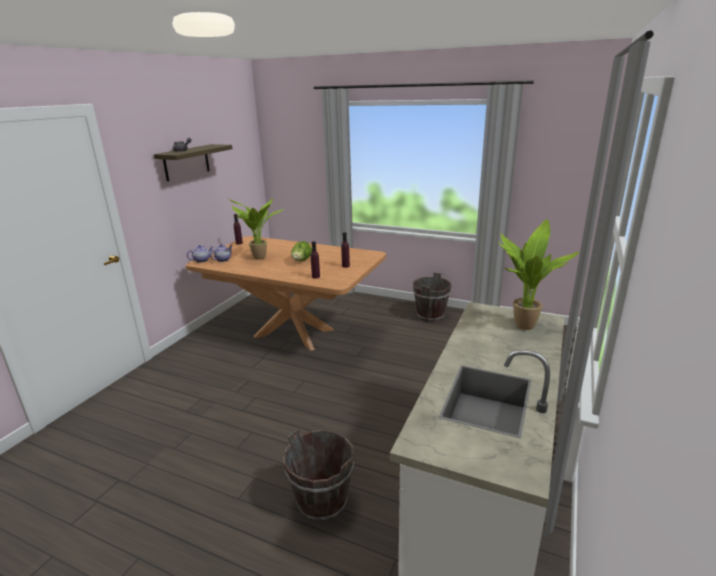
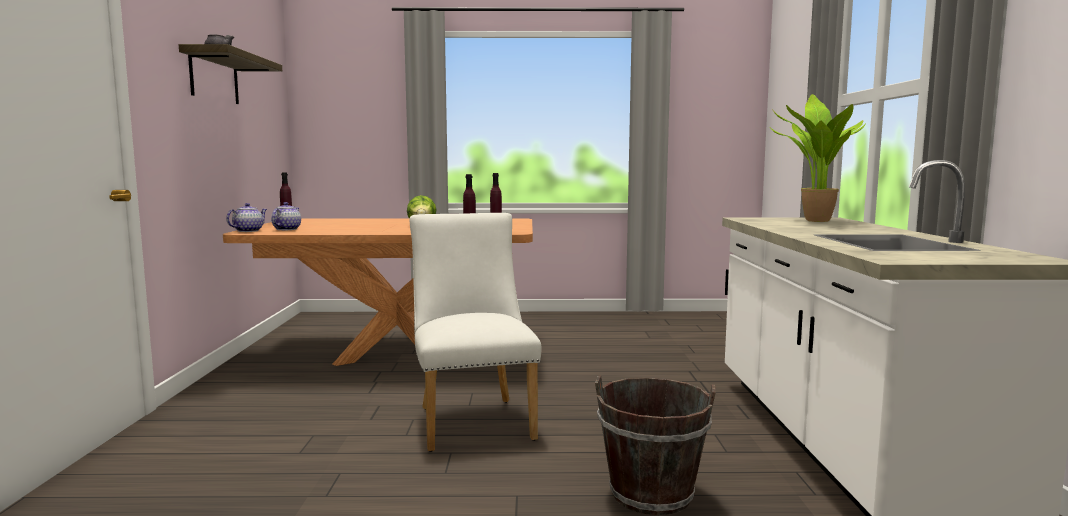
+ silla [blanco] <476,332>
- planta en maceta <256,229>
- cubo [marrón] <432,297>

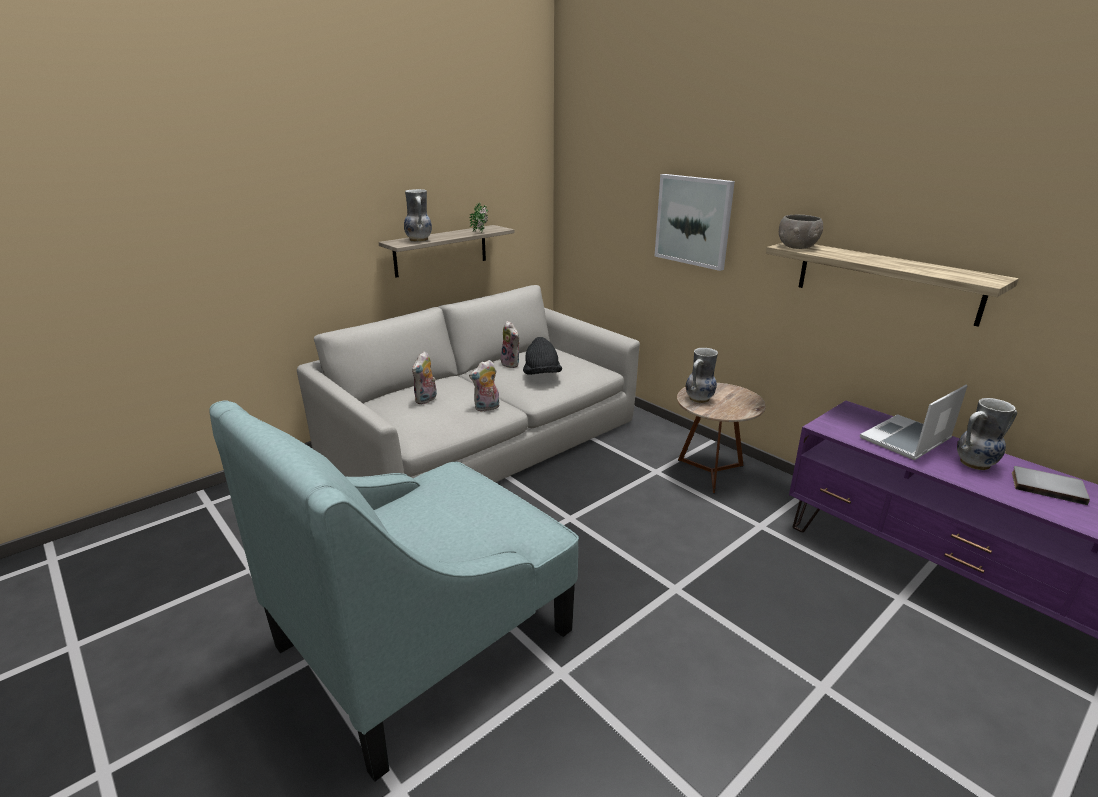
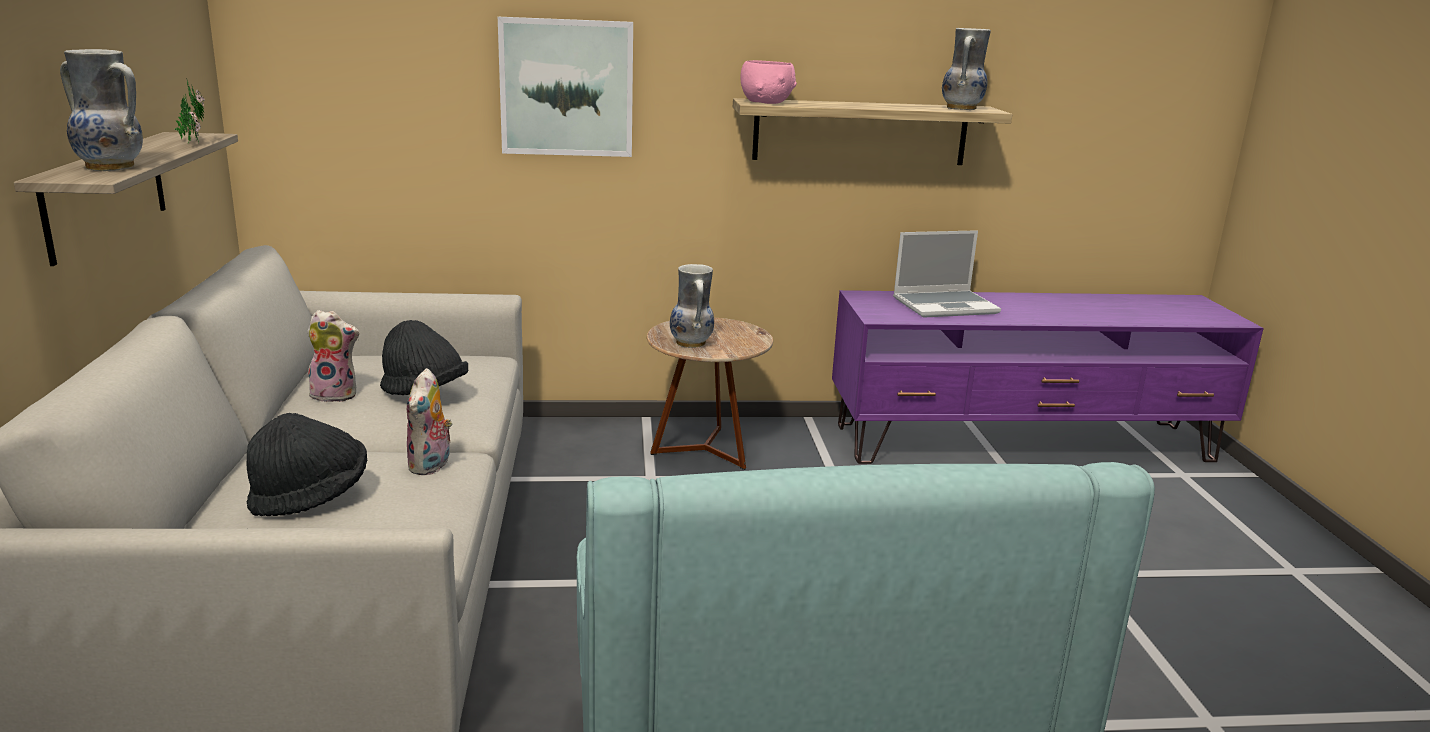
~ peluche <424,378> to sombrero [negro] <307,464>
~ cuenco [gris] <801,232> to cuenco [rosa] <769,82>
~ portátil <914,422> = <947,274> 105 degrees counterclockwise
~ florero <987,434> to <966,69>
- libro [gris] <1051,485>

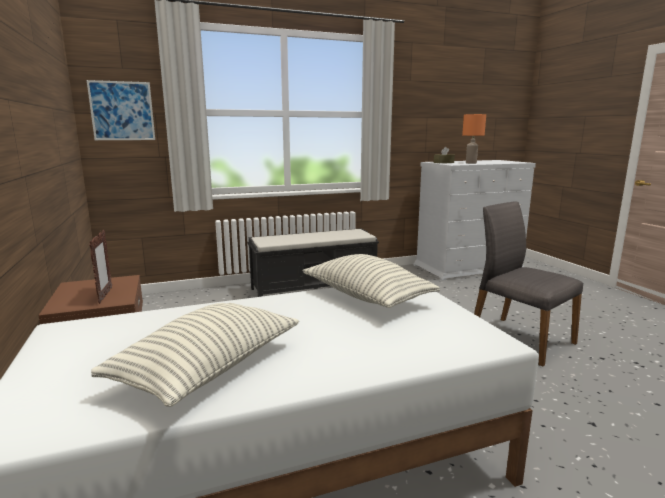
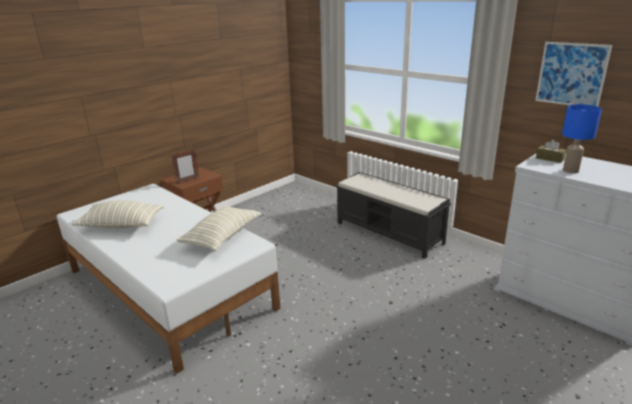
~ cuadro <121,110> to <573,74>
~ lámpara de mesa [naranja] <474,139> to lámpara de mesa [azul] <582,138>
- silla [gris] <528,283>

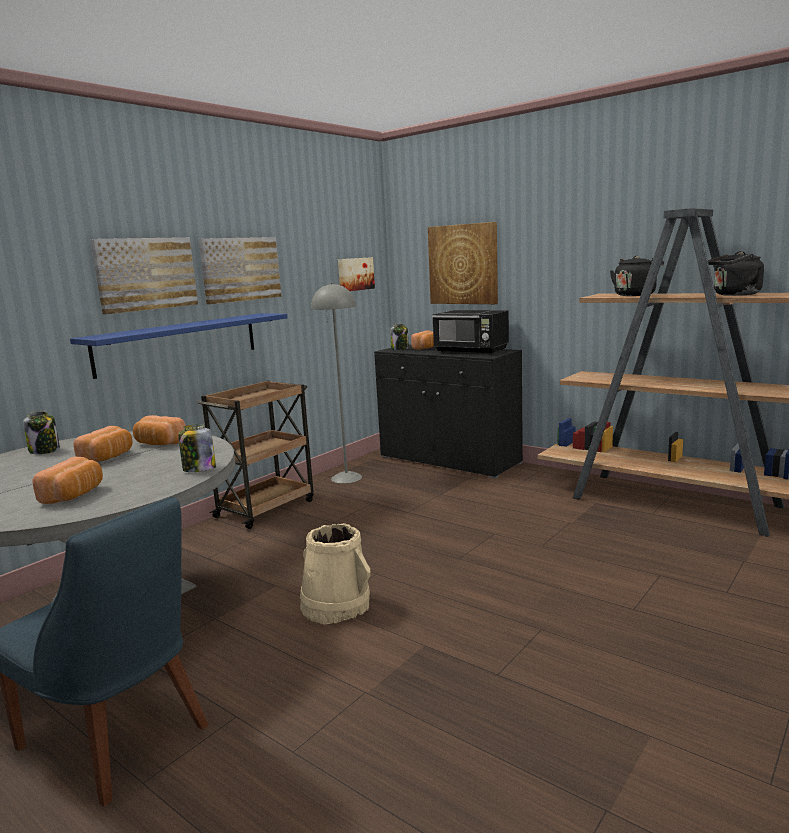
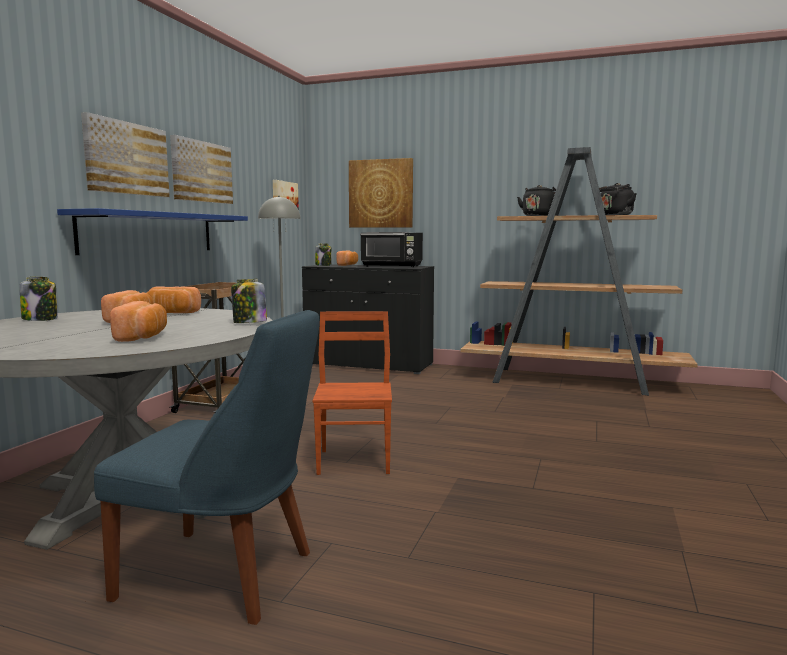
~ cubo [beis] <335,573> to silla [marrón] <352,393>

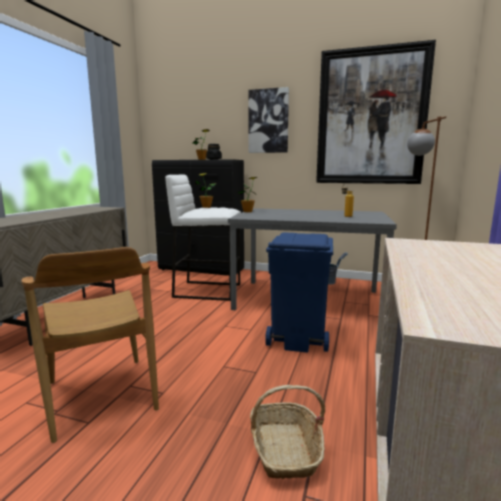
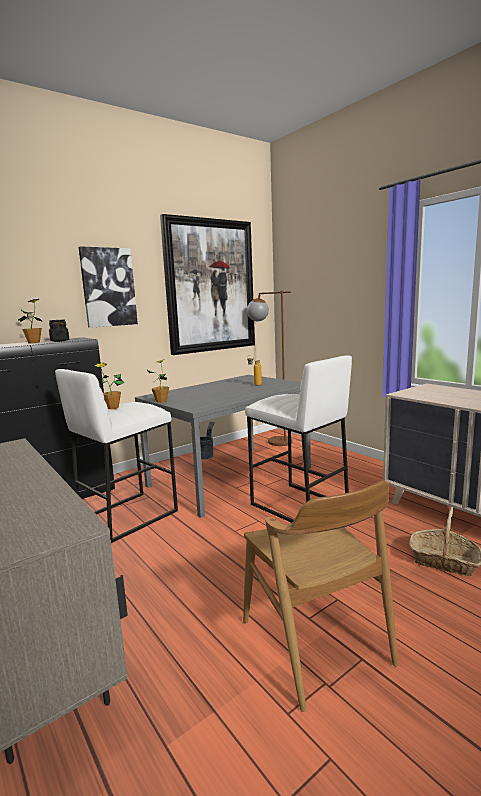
~ silla [marrón] <90,345> = <320,596> 60 degrees clockwise
~ papelera [azul] <299,292> to taburete [blanco] <298,439>

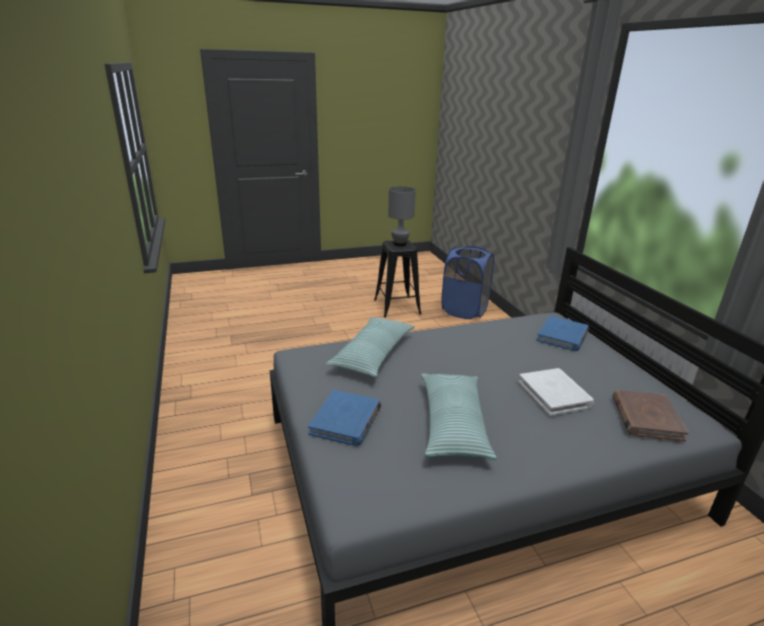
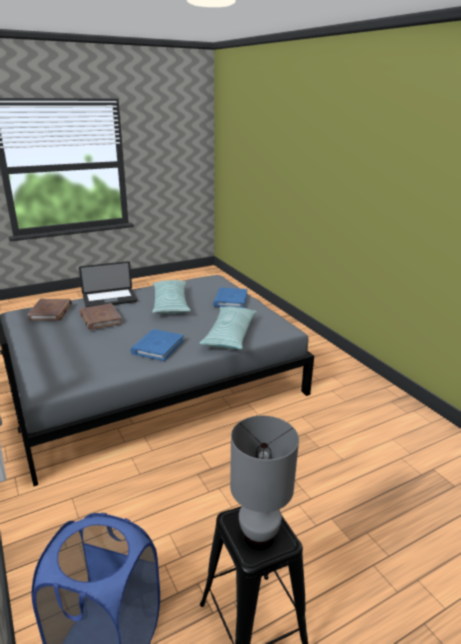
+ portátil <108,284>
~ libro [blanco] <556,392> to libro [marrón] <101,316>
~ libro [azul] <563,333> to <157,345>

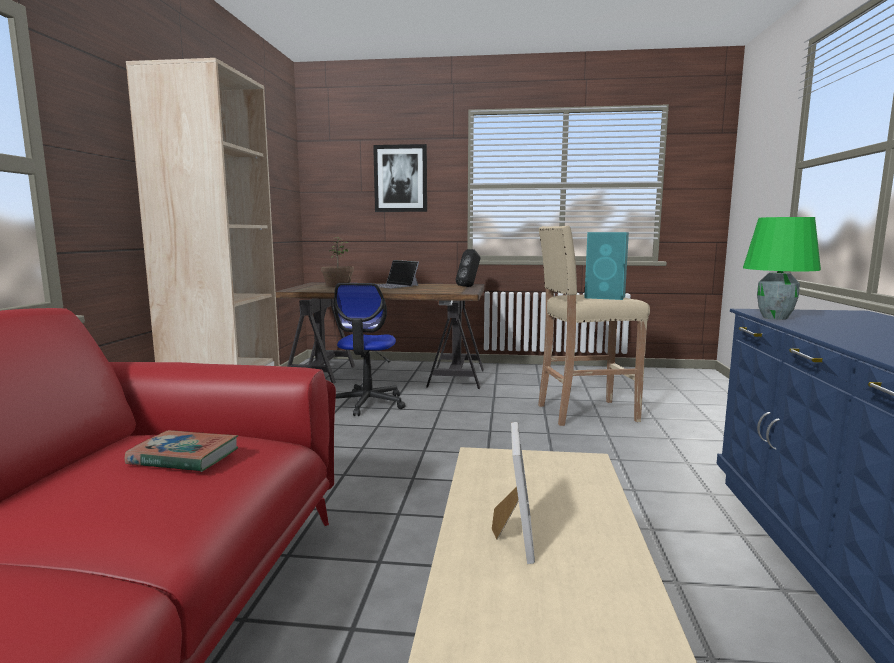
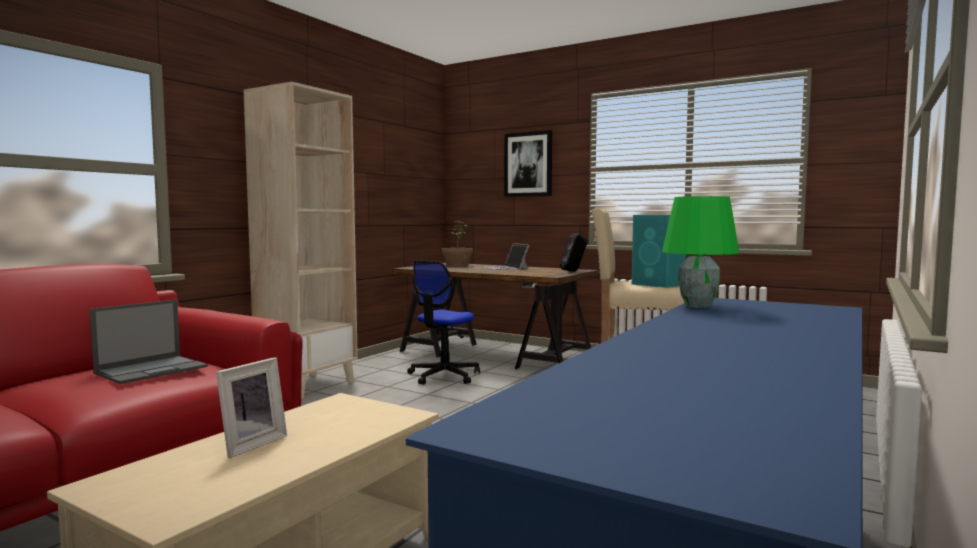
~ libro <181,451> to portátil <149,342>

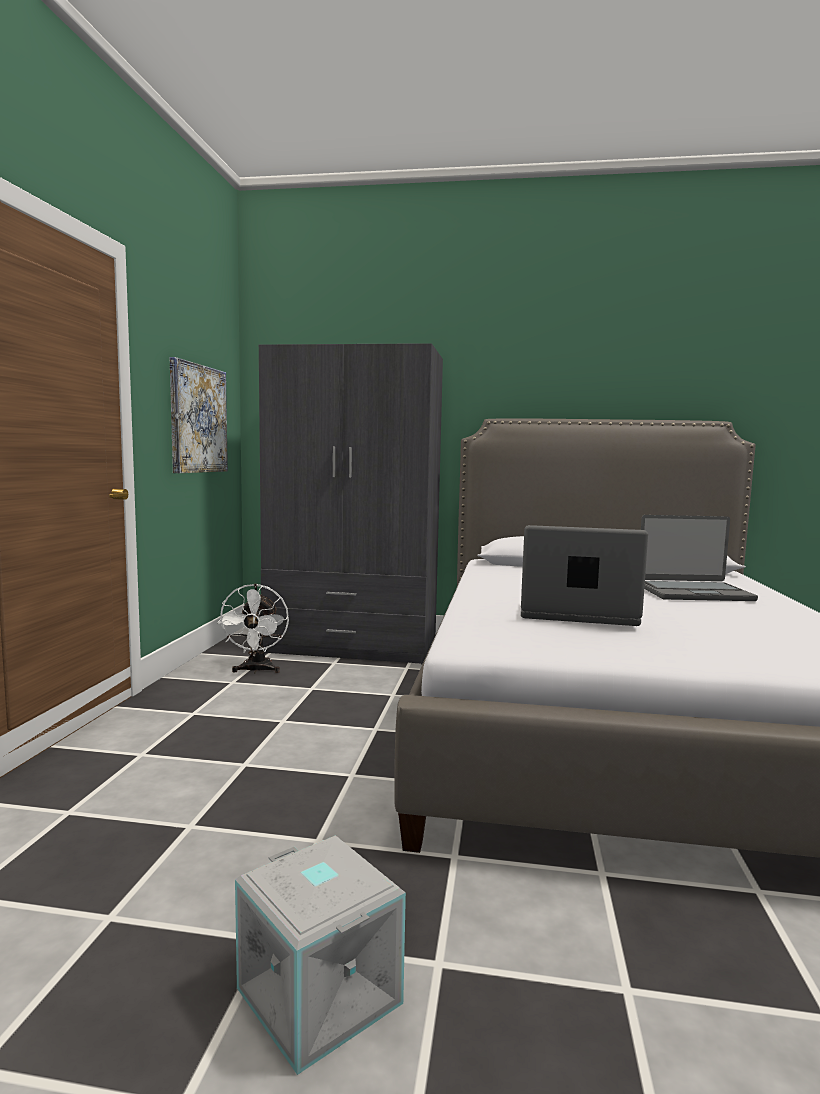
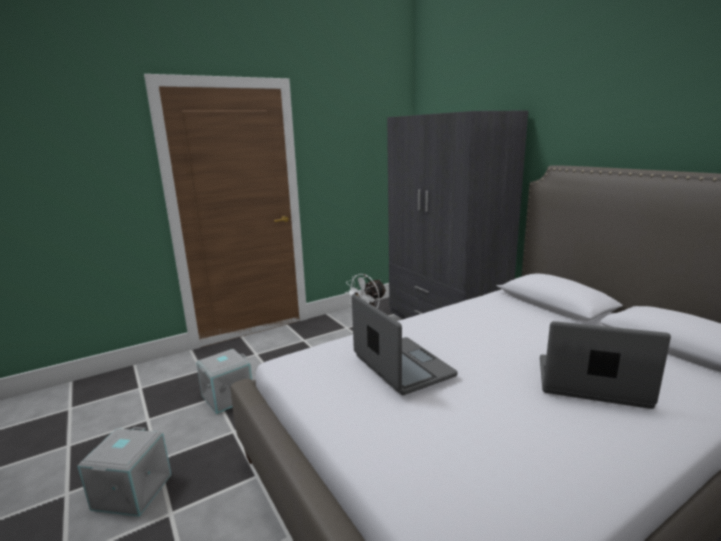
+ caja de almacenaje [gris] <224,381>
~ portátil <699,558> = <605,365> 150 degrees clockwise
- cuadro <199,415>

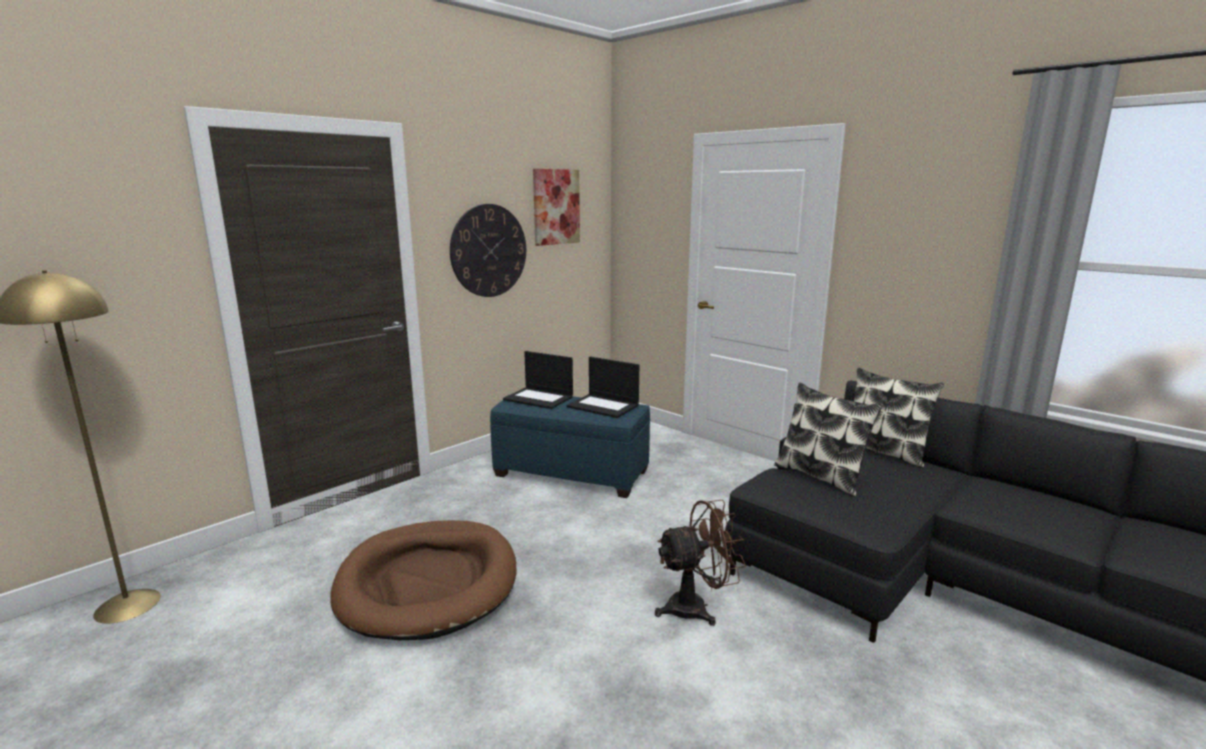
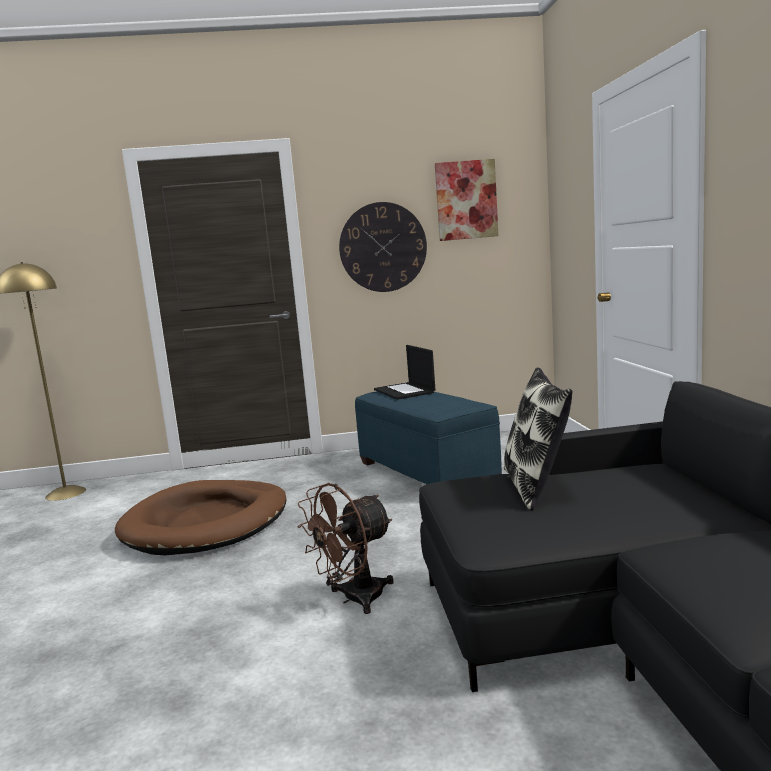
~ ventilador [marrón] <700,563> = <345,548> 120 degrees clockwise
- portátil <602,387>
- cojín <899,418>

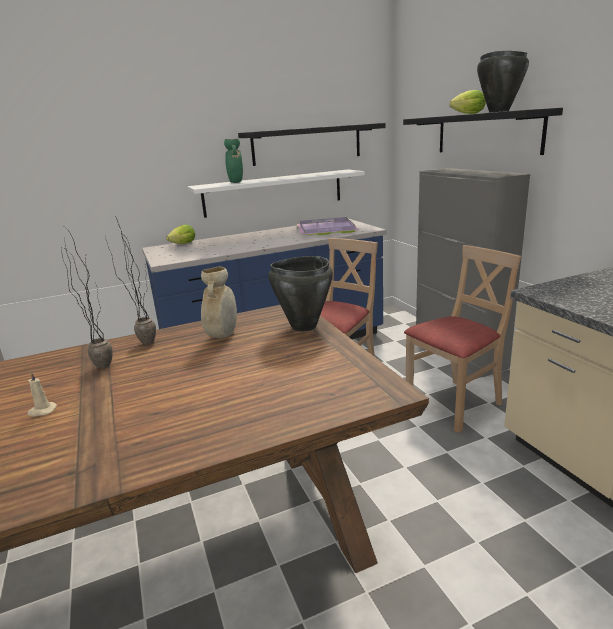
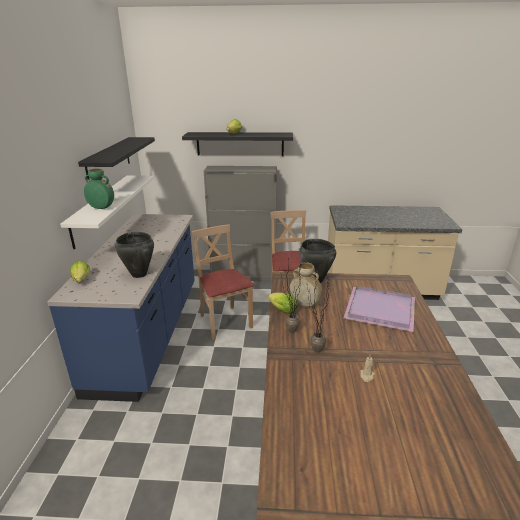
~ olla [negro] <503,81> to <134,255>
+ lechuga <283,303>
~ bandeja [morado] <328,226> to <379,309>

